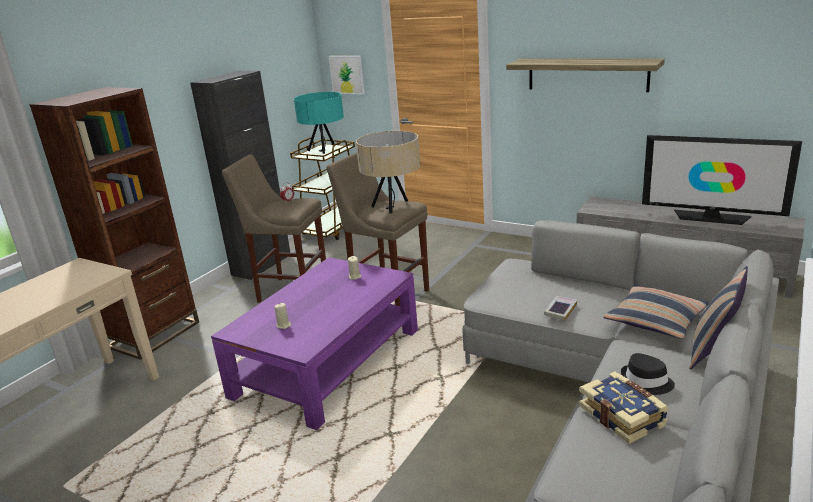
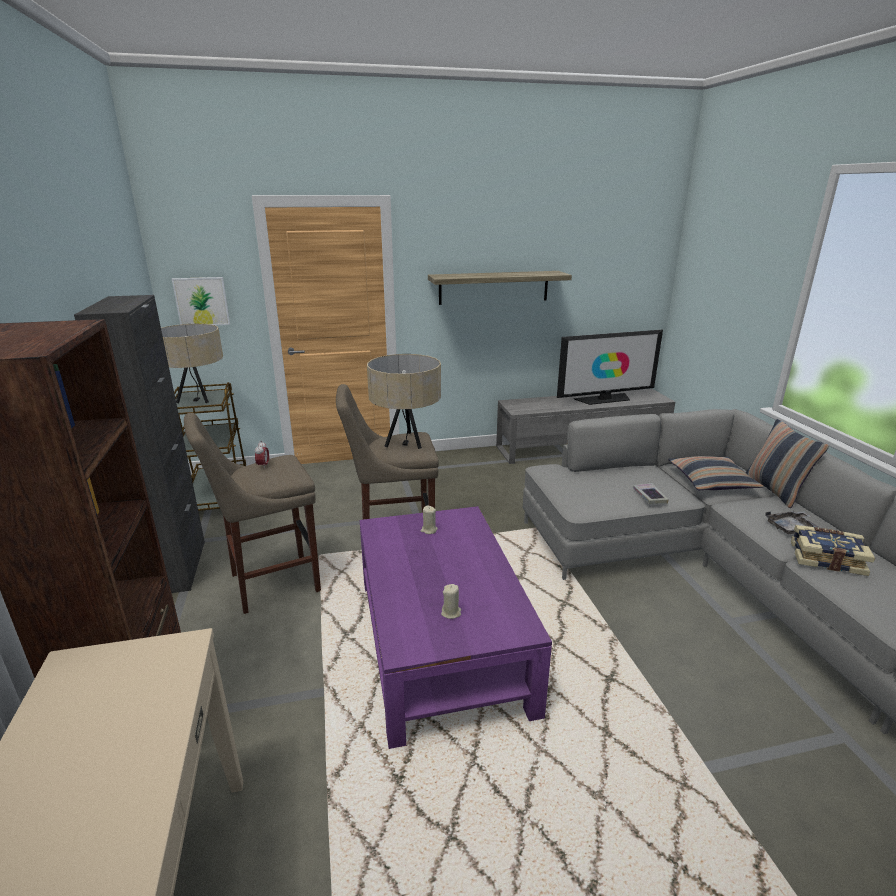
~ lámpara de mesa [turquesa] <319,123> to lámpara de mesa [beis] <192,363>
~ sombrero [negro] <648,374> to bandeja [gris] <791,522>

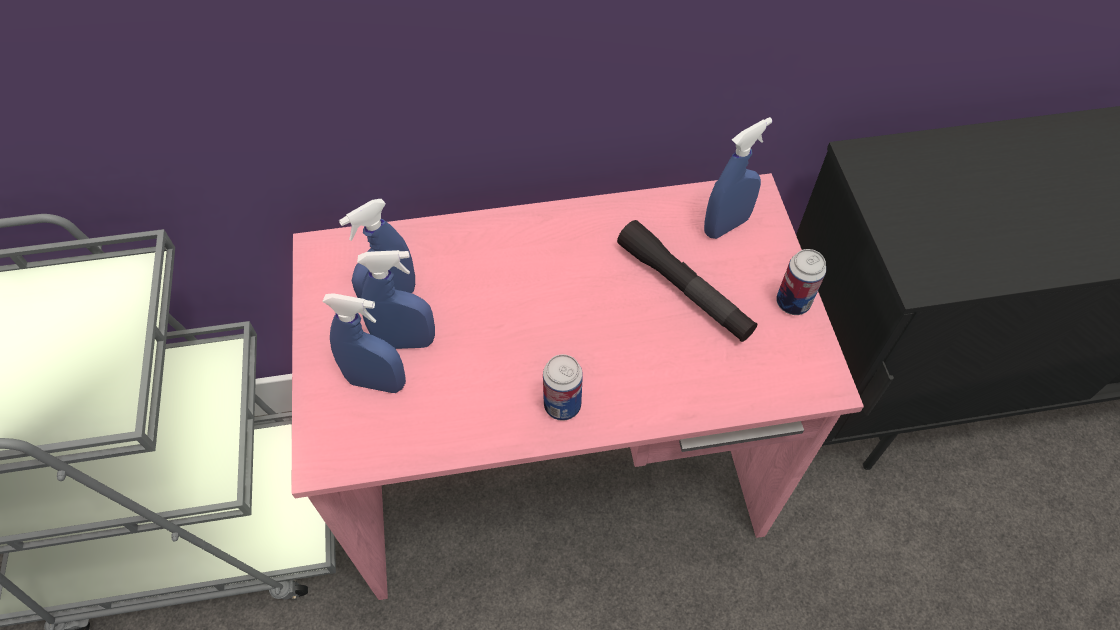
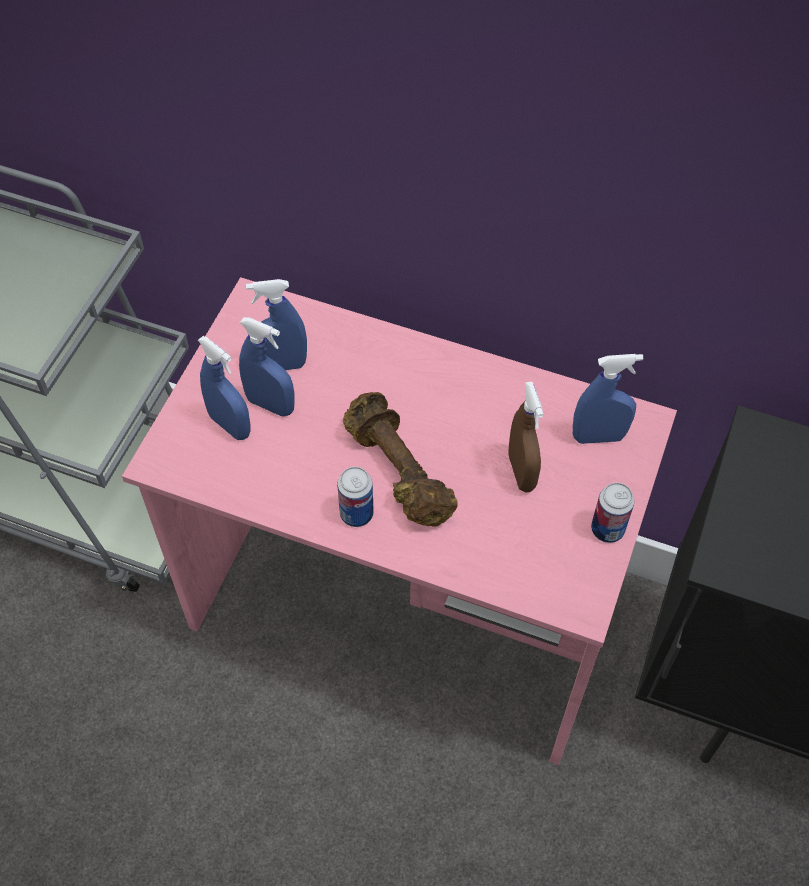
+ mancuerna [marrón] <400,459>
~ linterna [negro] <687,281> to pulverizador [marrón] <526,437>

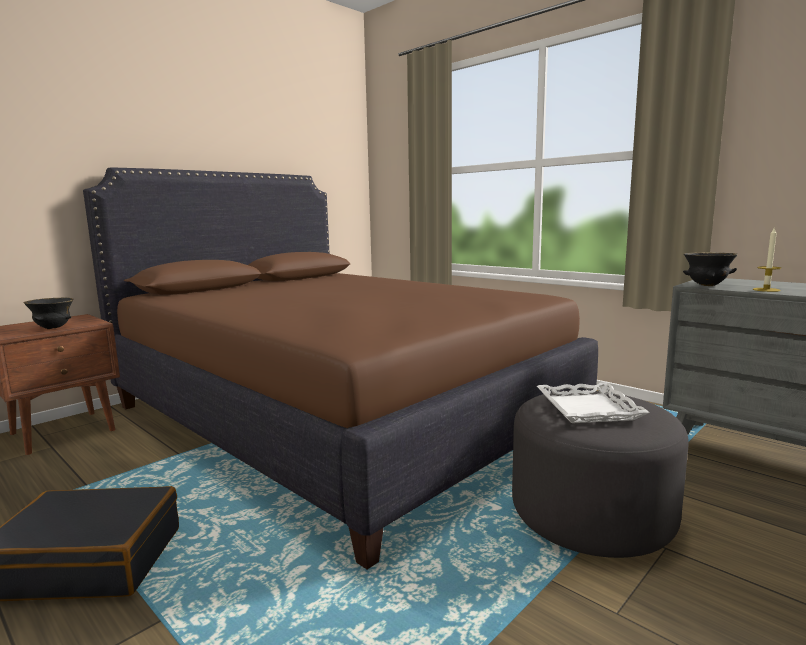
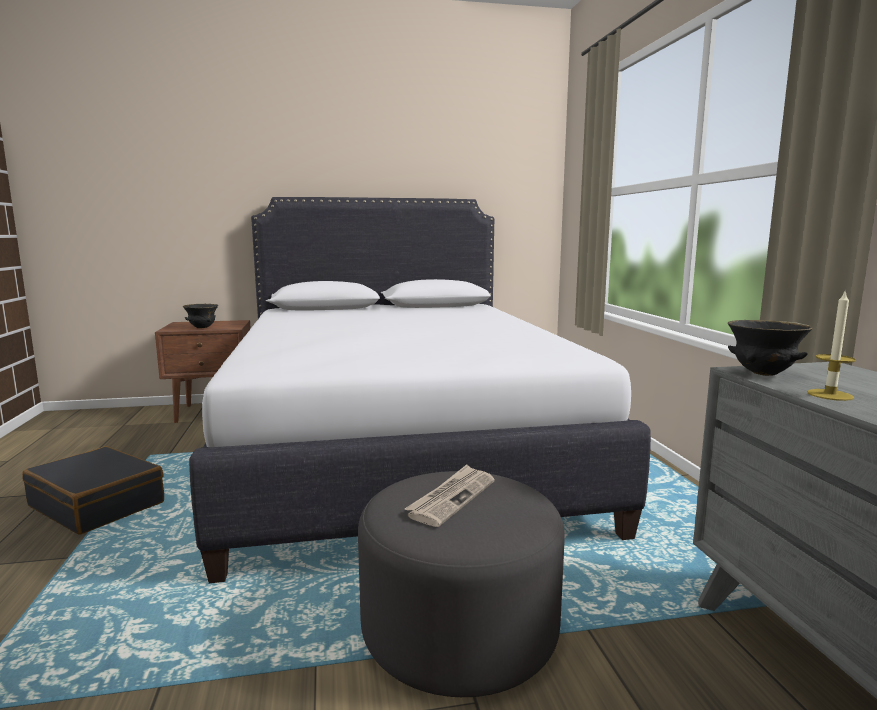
~ cama [marrón] <340,368> to cama [blanco] <420,390>
~ bandeja [blanco] <593,402> to periódico <450,496>

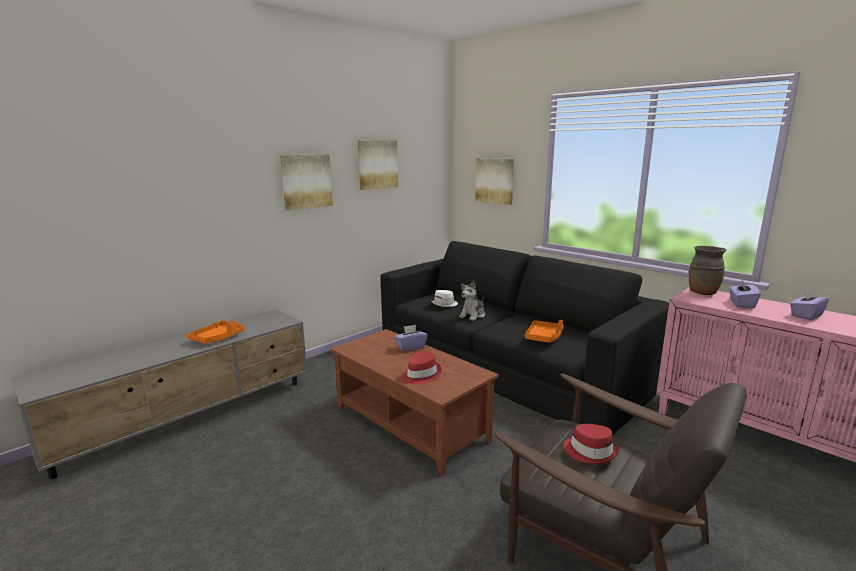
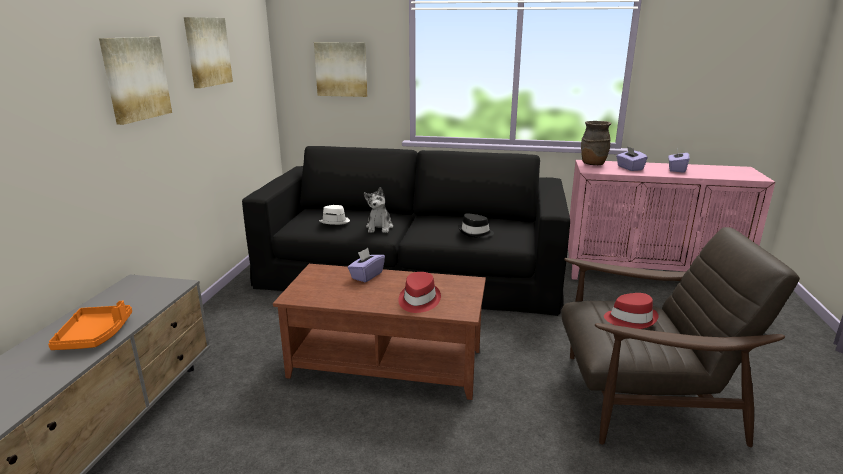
~ bandeja [naranja] <544,331> to sombrero [negro] <476,225>

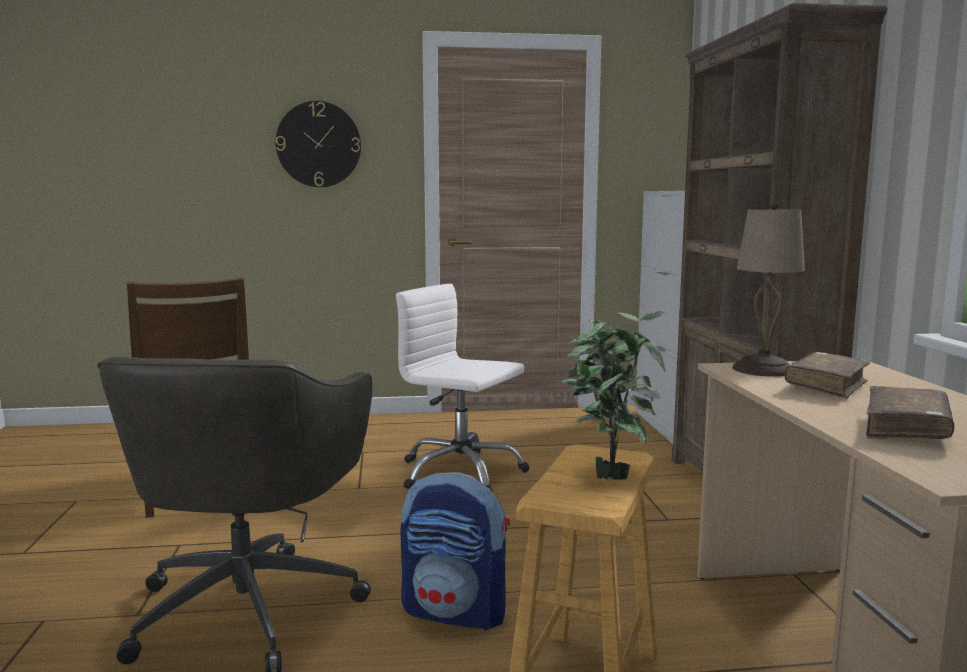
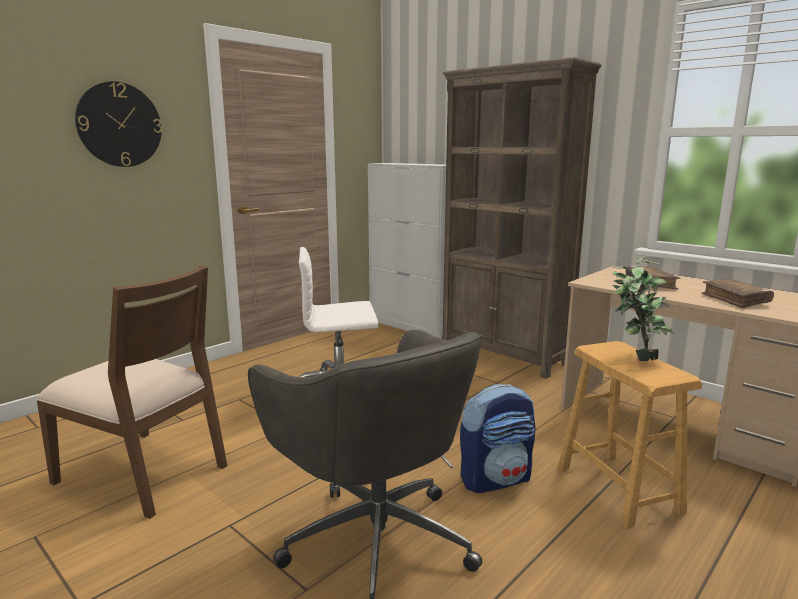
- lámpara de mesa [beis] <768,290>

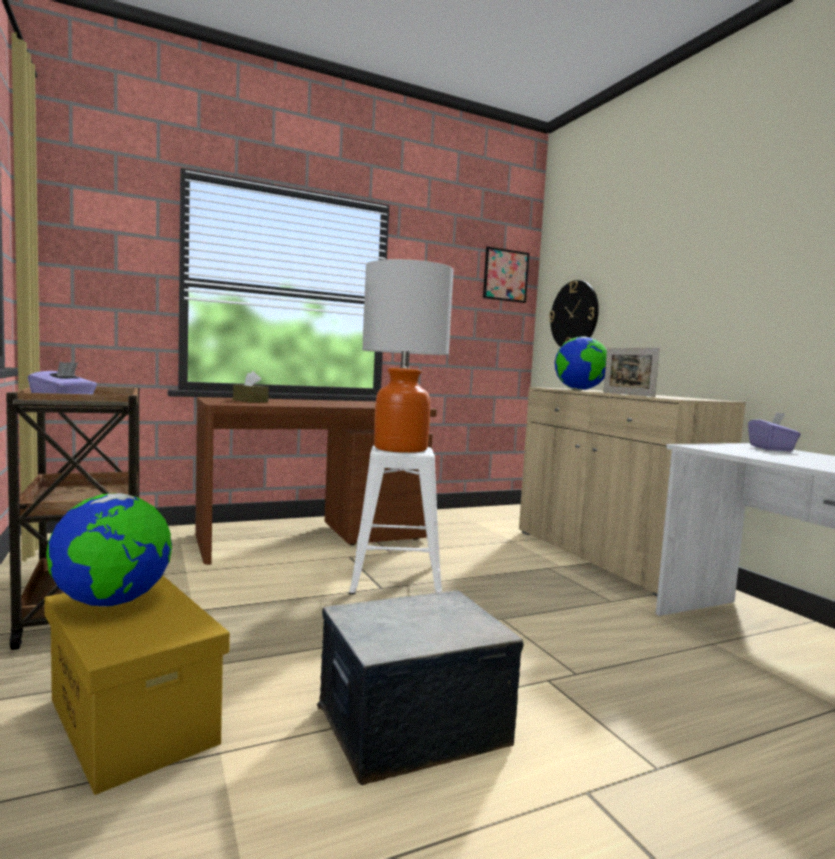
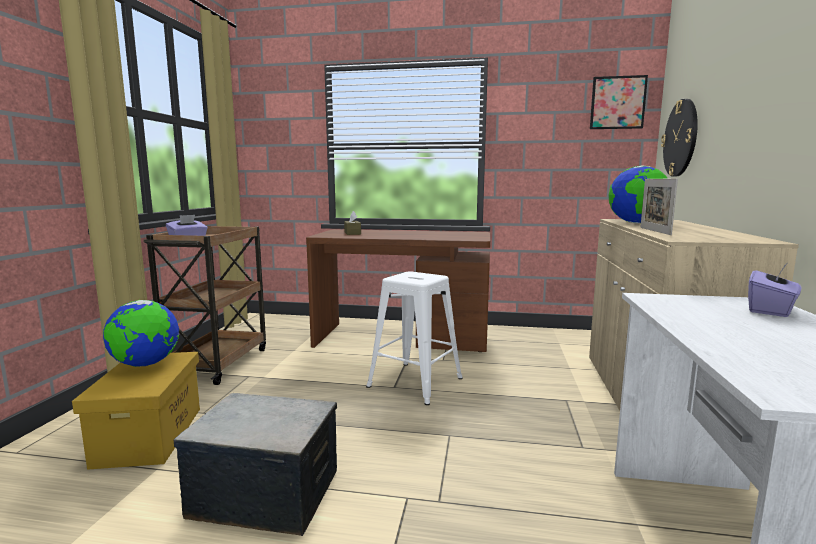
- lámpara de mesa <408,356>

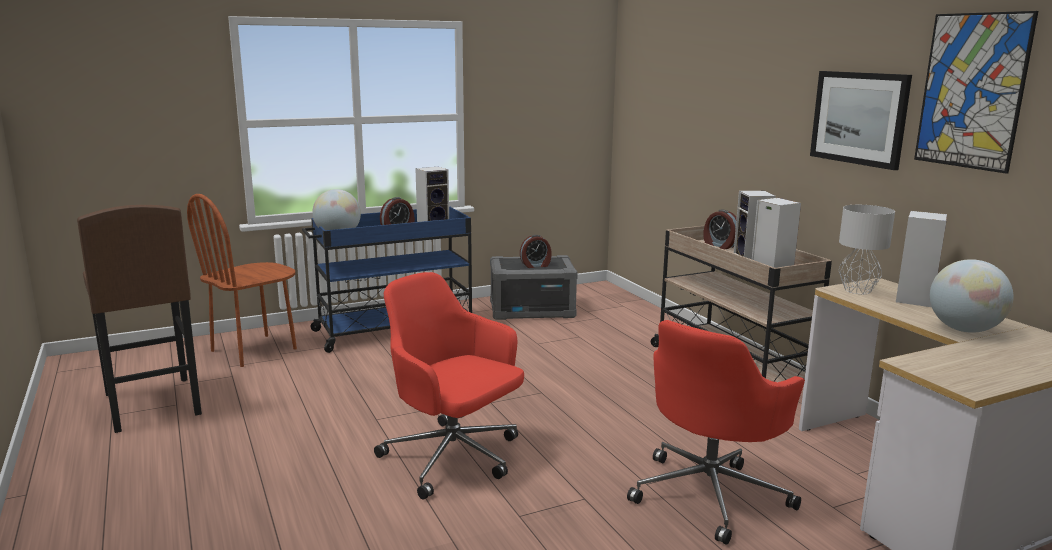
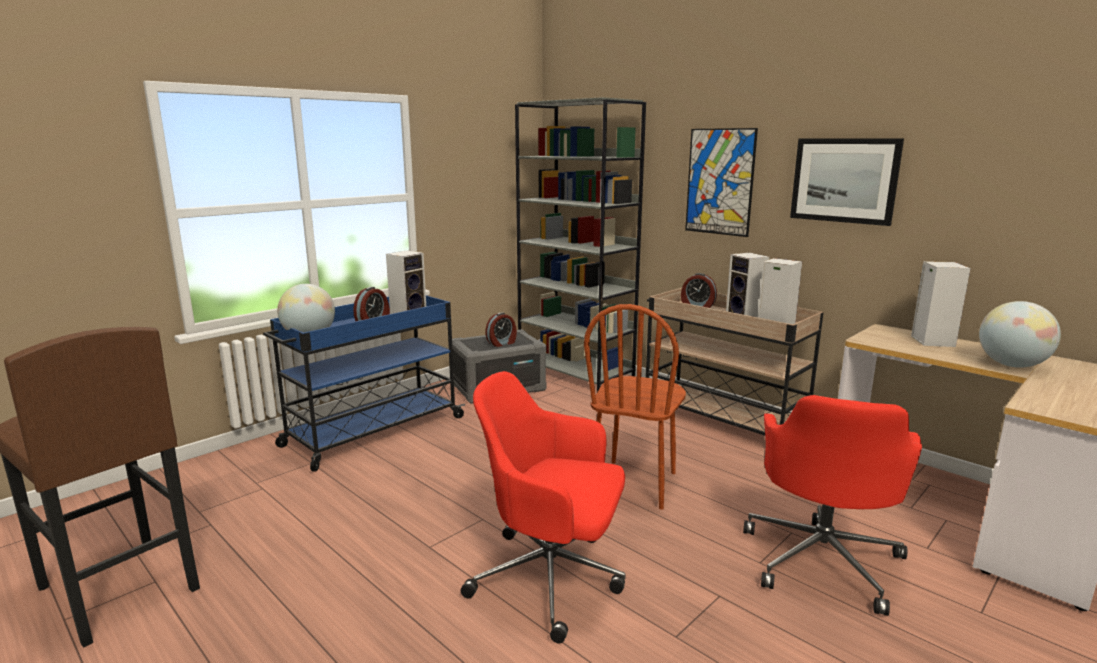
+ estantería [gris] <580,244>
~ silla [marrón] <242,280> to <635,407>
~ cuadro <976,92> to <721,182>
- lámpara de mesa [gris] <867,249>

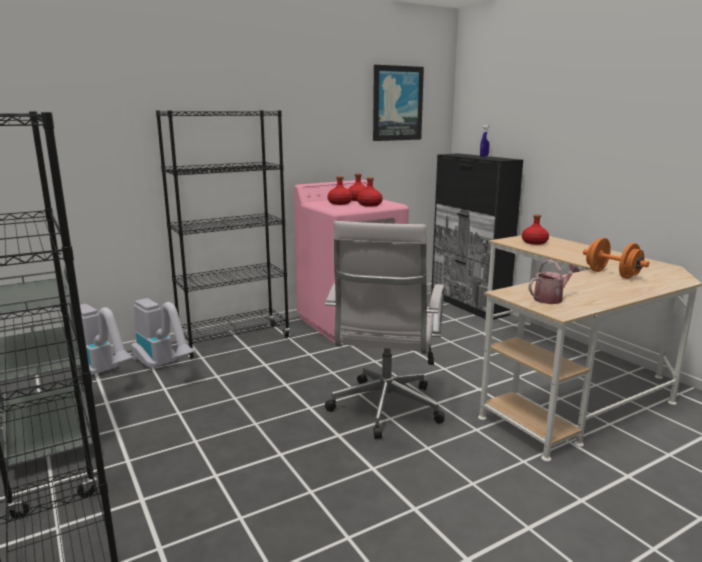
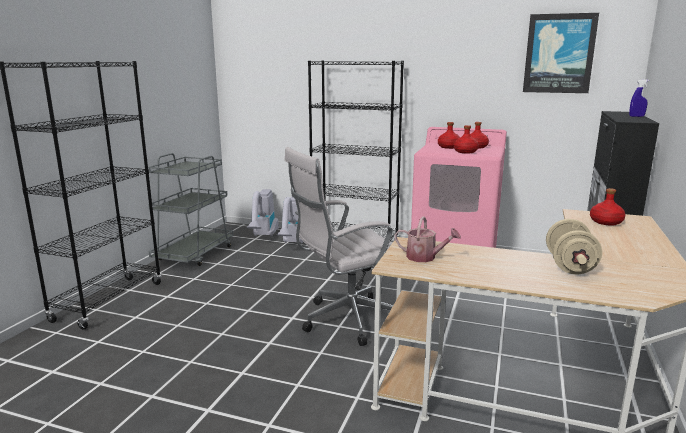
~ mancuerna [naranja] <616,258> to mancuerna [beis] <574,246>

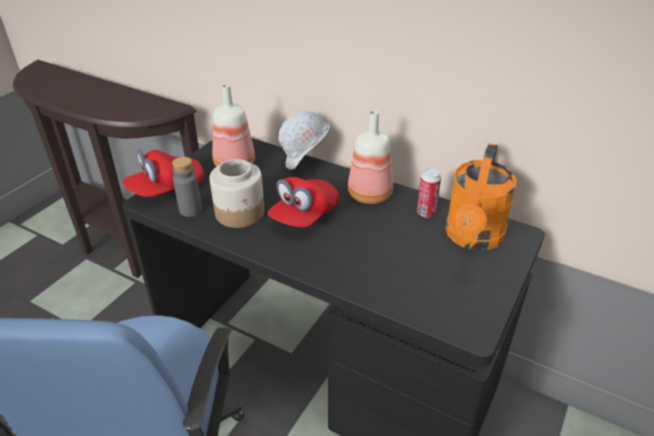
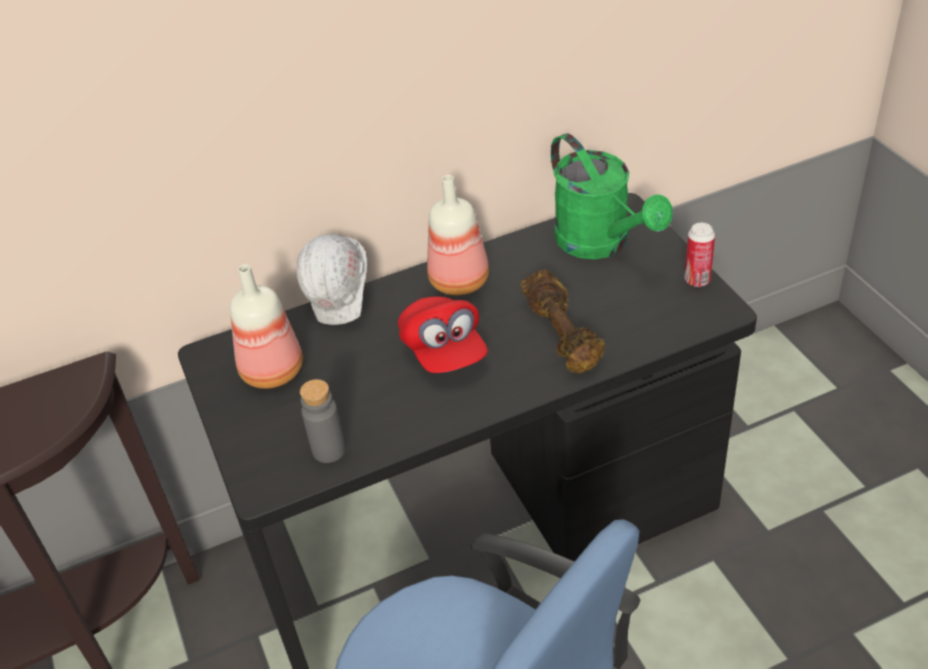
+ mancuerna [marrón] <562,321>
~ regadera [naranja] <481,196> to regadera [verde] <612,196>
~ lata <429,193> to <699,255>
- gorra [rojo] <163,173>
- tarro <236,193>

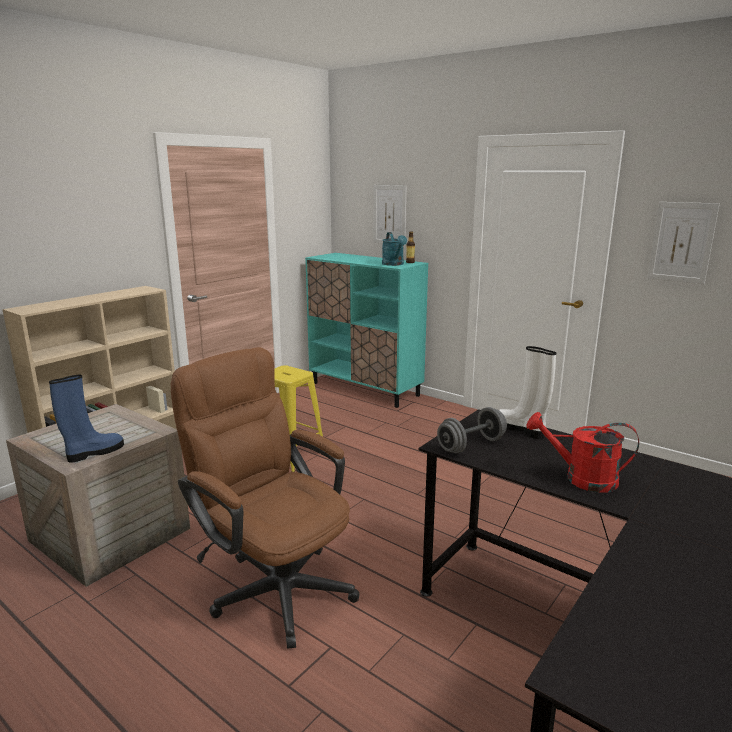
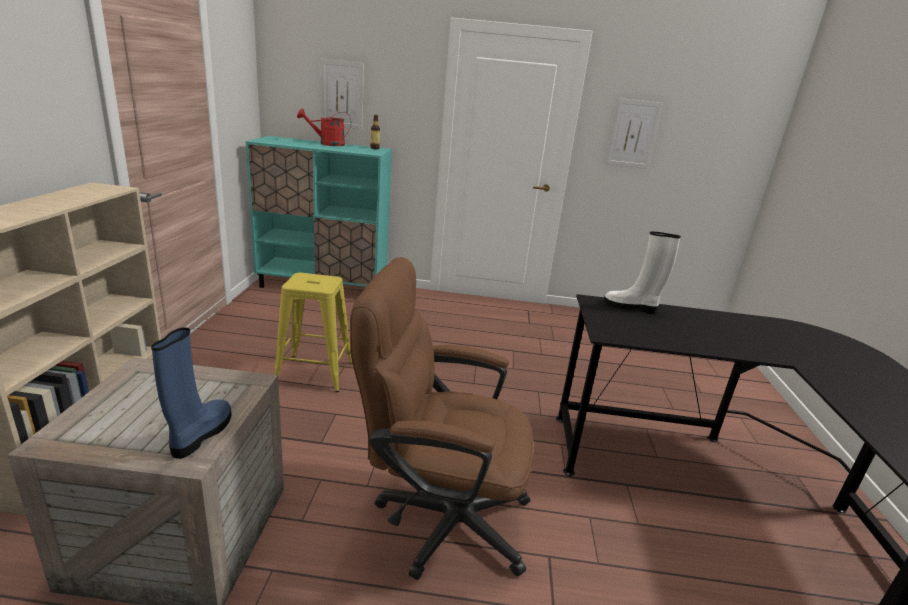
~ regadera [rojo] <582,452> to <324,127>
- regadera [turquesa] <394,249>
- mancuerna [gris] <472,430>

